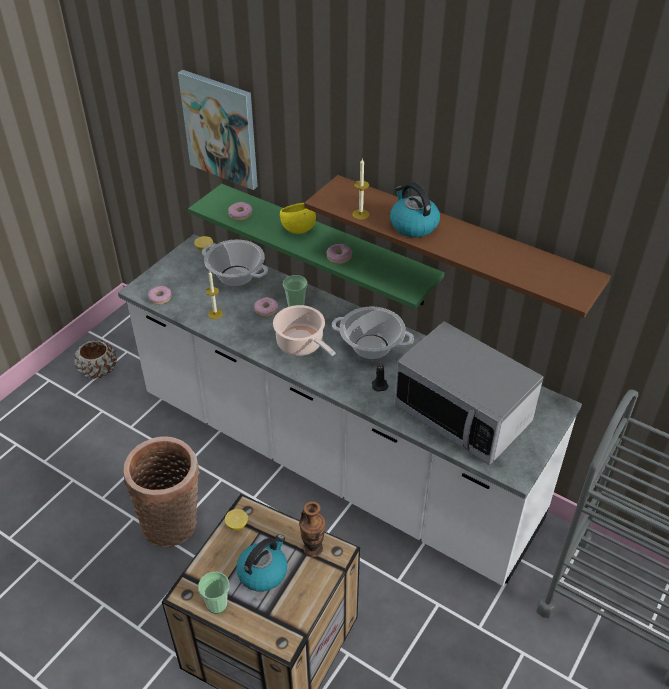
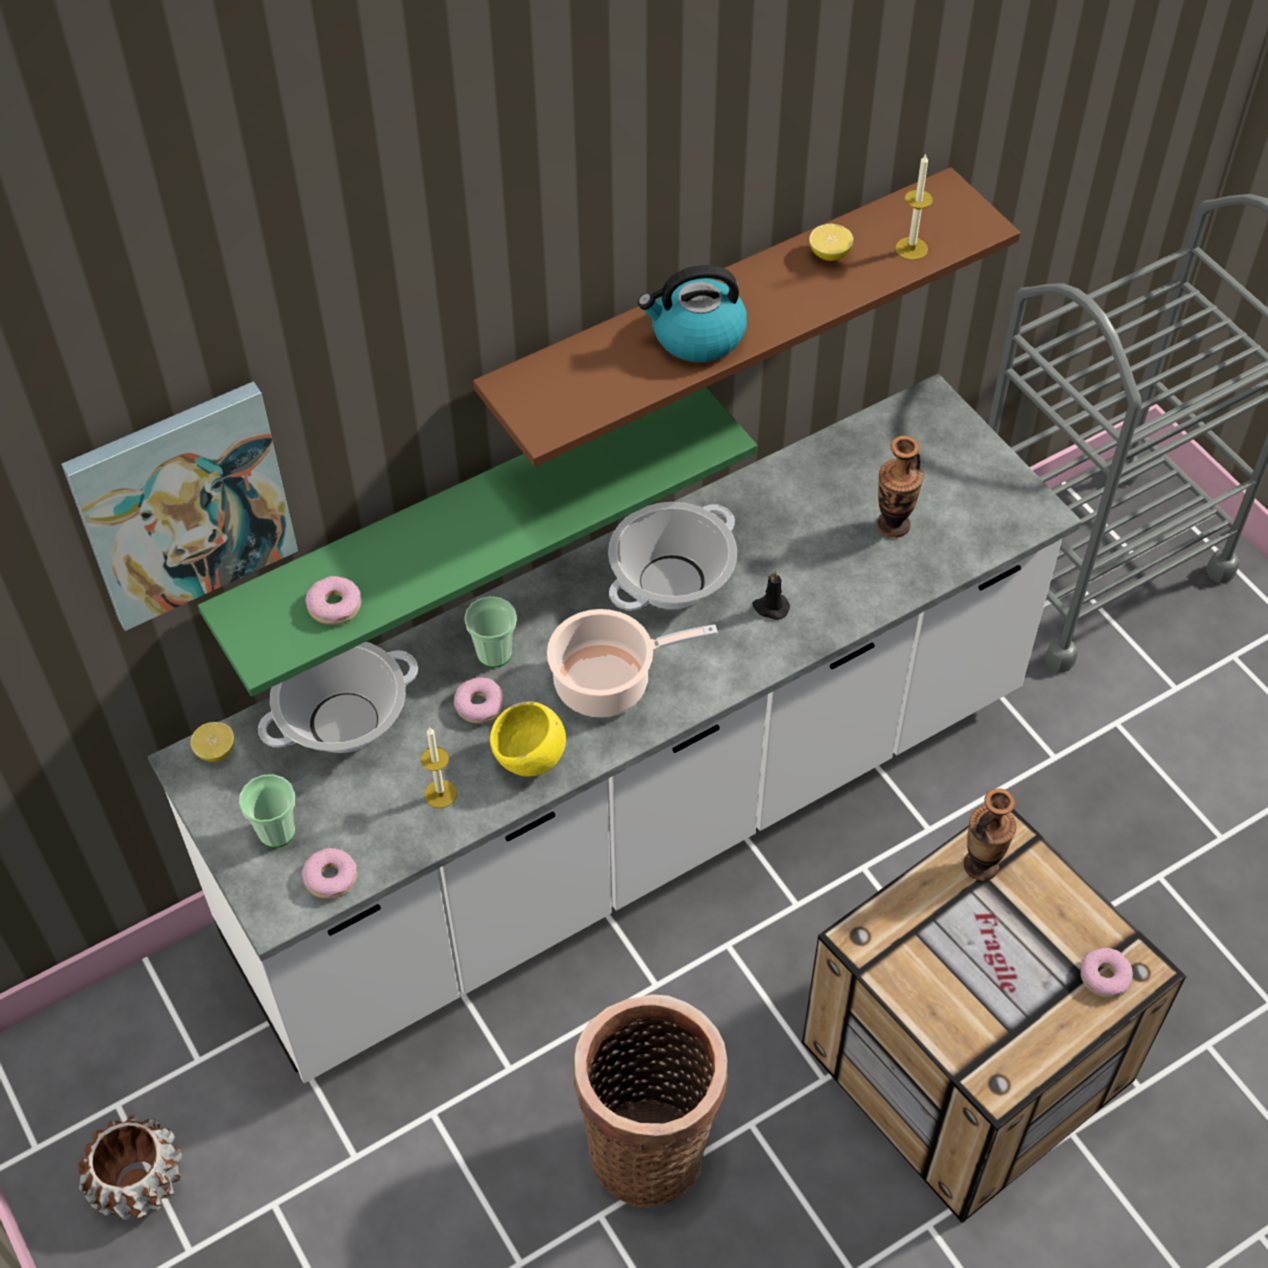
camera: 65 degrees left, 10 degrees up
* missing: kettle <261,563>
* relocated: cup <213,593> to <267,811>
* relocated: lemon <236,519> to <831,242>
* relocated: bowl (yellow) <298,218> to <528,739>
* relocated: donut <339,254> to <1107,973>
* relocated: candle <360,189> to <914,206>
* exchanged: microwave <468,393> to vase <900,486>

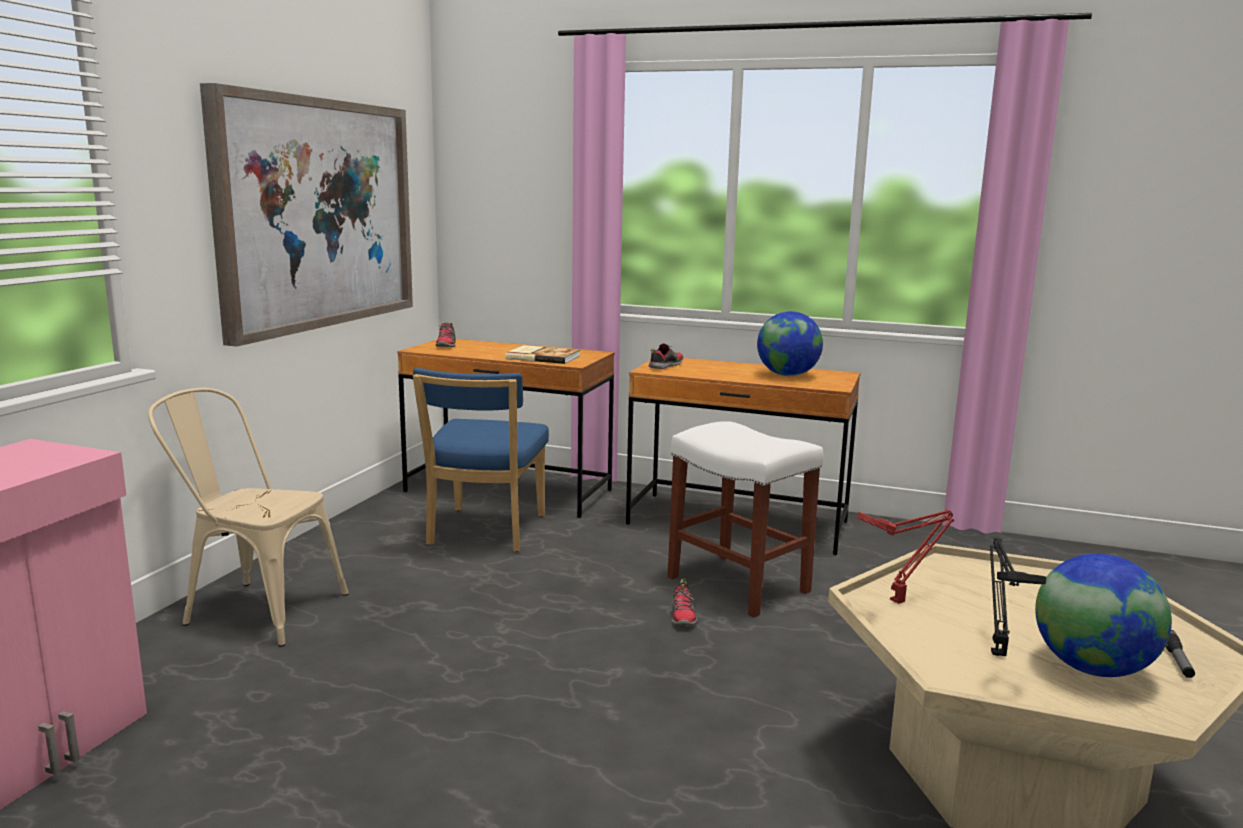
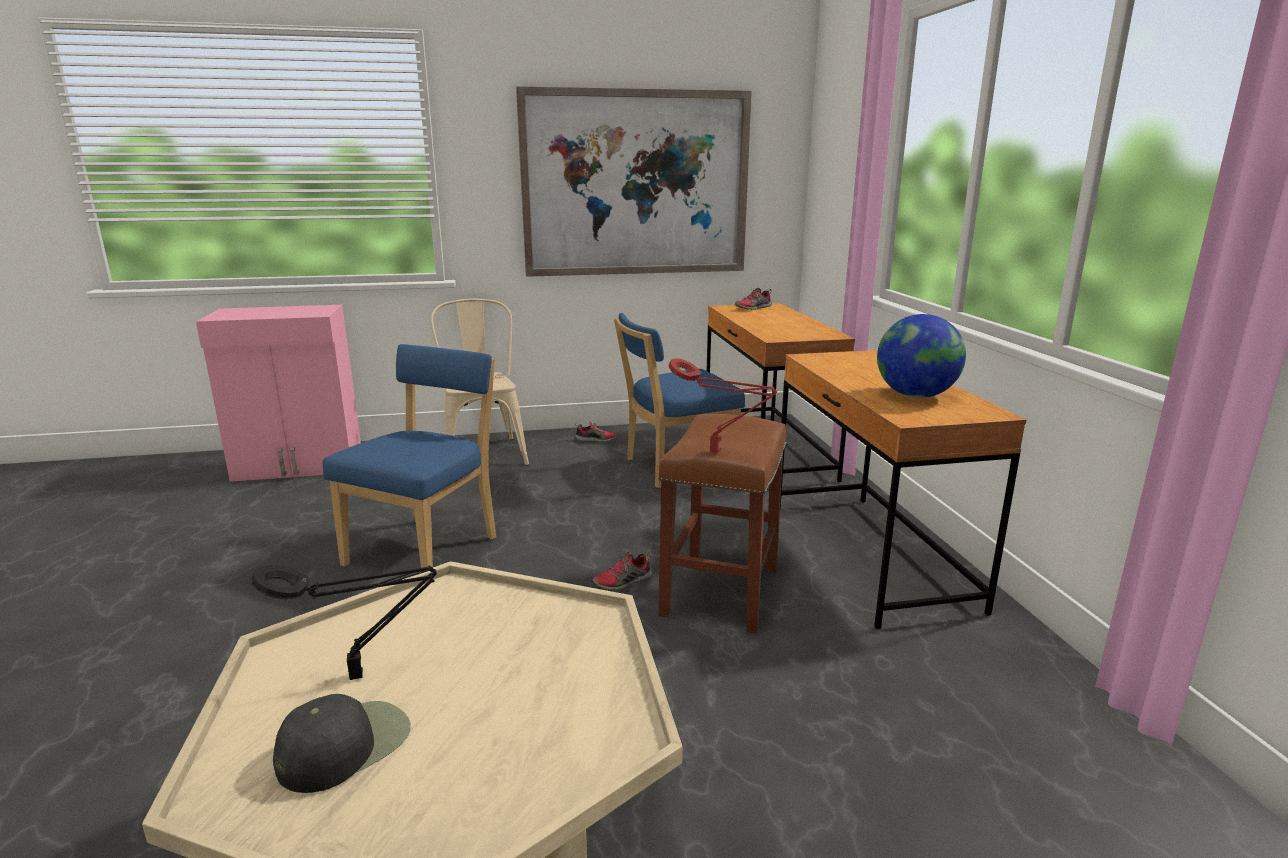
camera: 60 degrees right, 5 degrees up
* missing: book <542,354>
* missing: flashlight <1180,654>
* appeared: chair (blue) <409,458>
* relocated: shoe <666,356> to <596,431>
* relocated: table lamp (red) <905,557> to <723,405>
* exchanged: globe <1103,615> to cap (black) <342,743>
* colour: stool (white) <745,519> to stool (brown) <722,524>

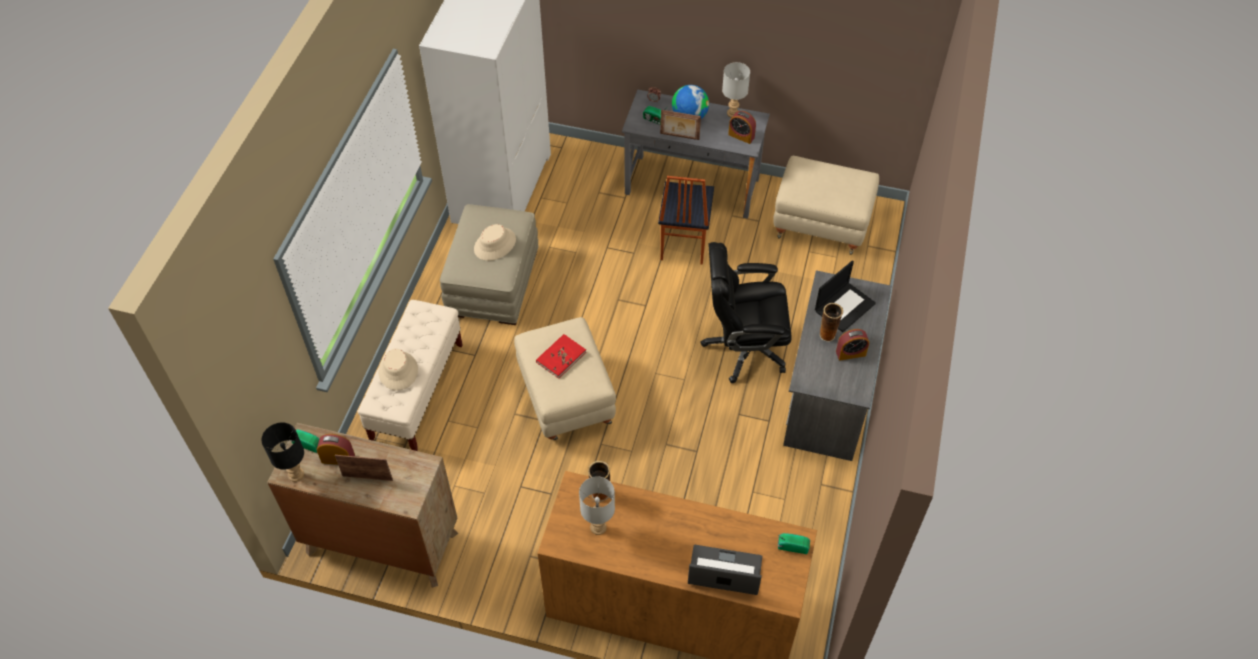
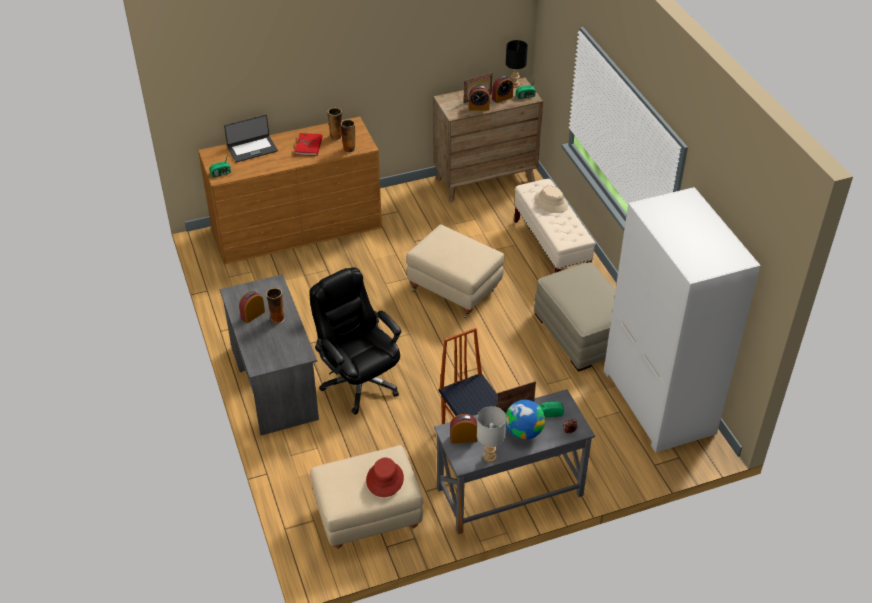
camera: 145 degrees right, 10 degrees down
* missing: hat (beige) <495,242>
* missing: laptop <845,296>
* appeared: hat (red) <385,477>
* appeared: alarm clock <479,98>
* relocated: book (red) <561,356> to <308,144>
* exchanged: table lamp (grey) <597,505> to vase <334,124>
* spun: office chair (black) <746,312> = <355,340> 90 degrees counterclockwise

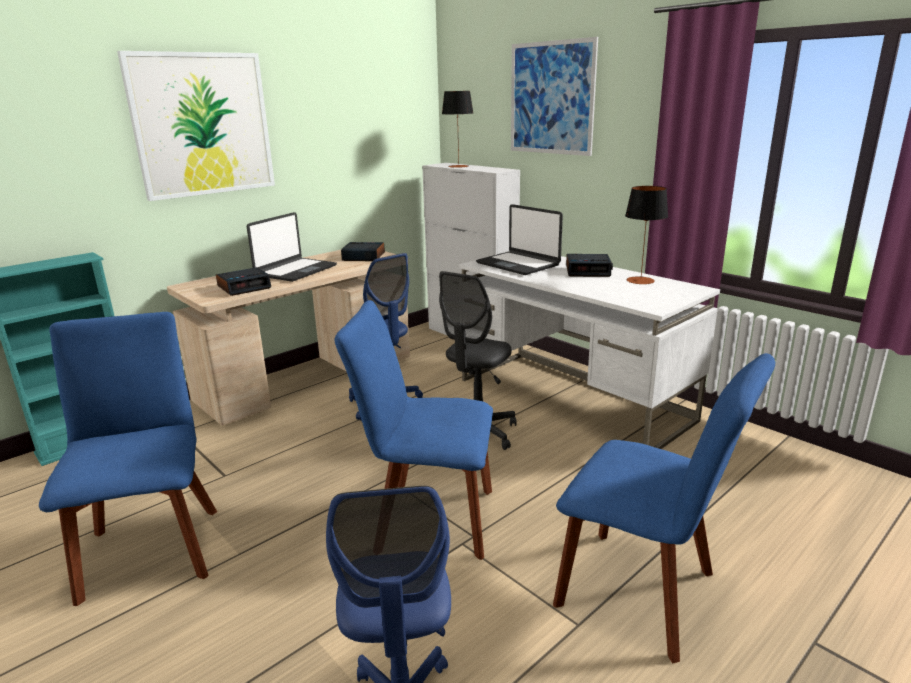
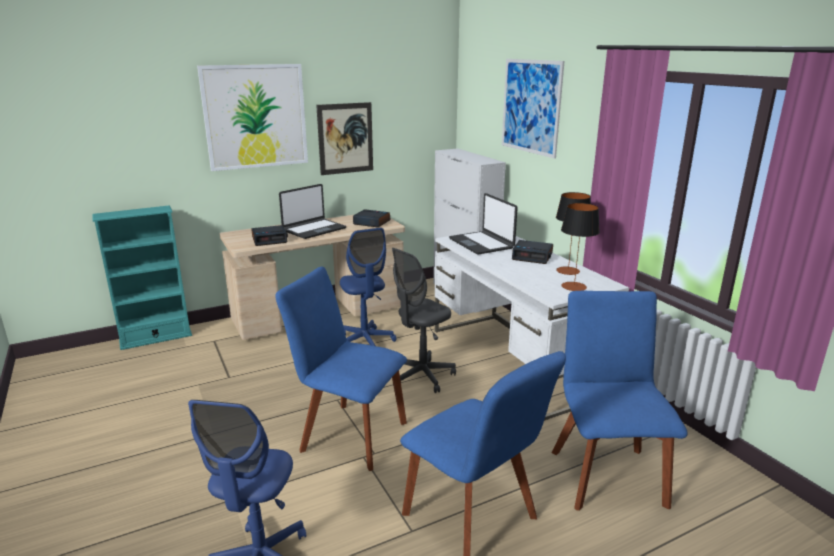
camera: 15 degrees right, 0 degrees up
* appeared: picture <344,138>
* relocated: chair (blue) <128,459> to <620,401>
* relocated: table lamp <457,129> to <580,247>

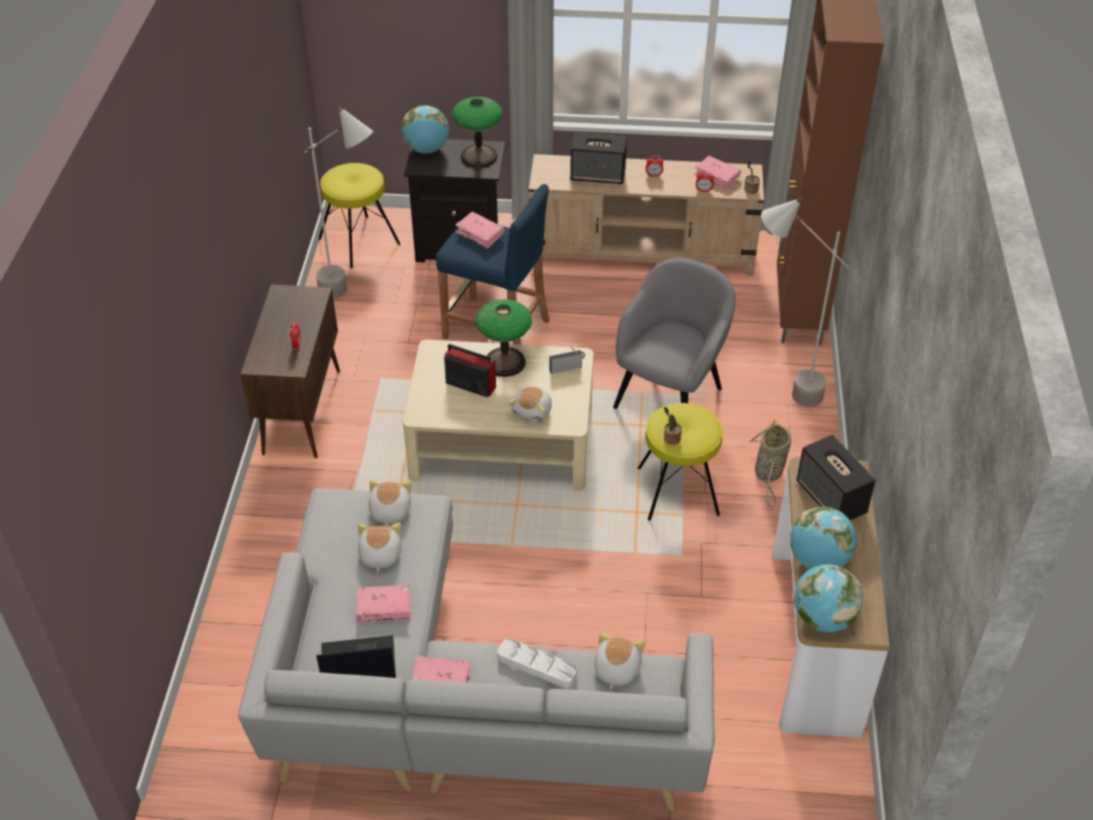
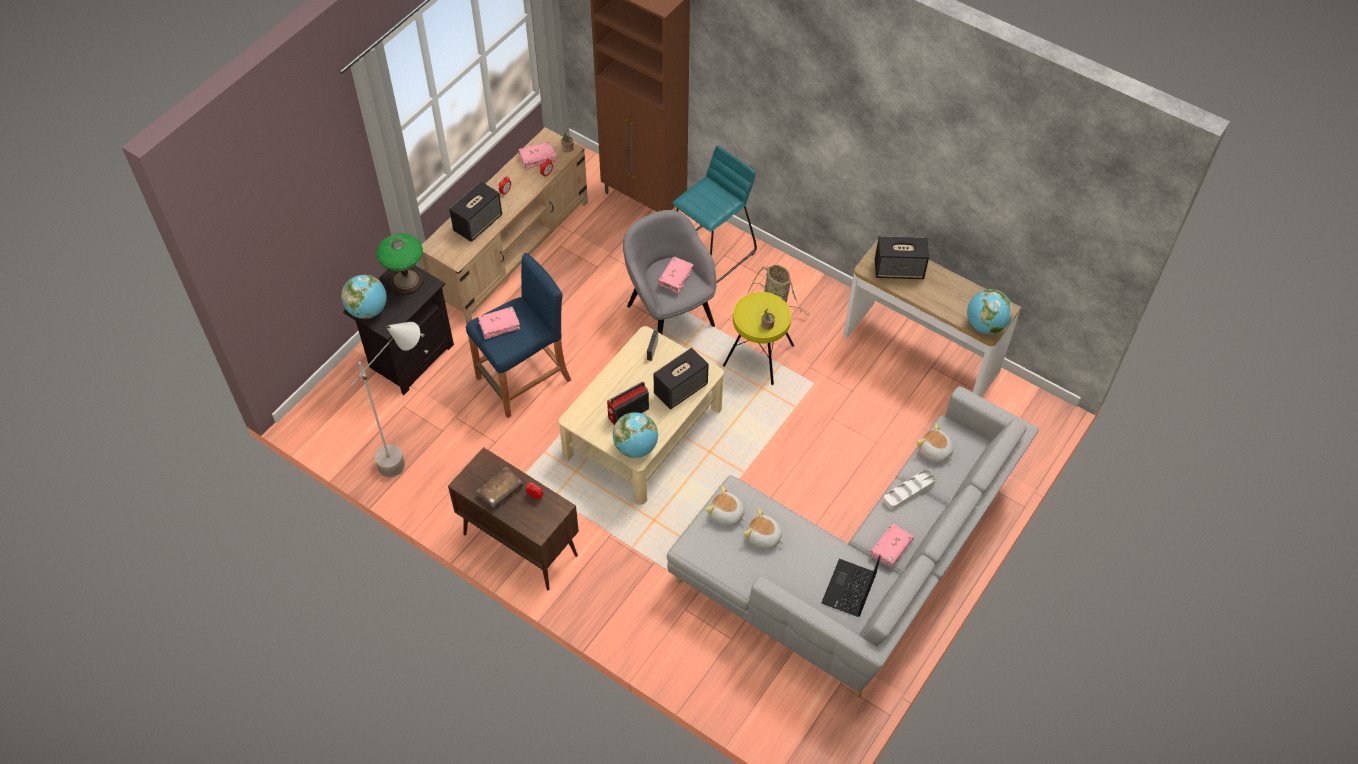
camera: 60 degrees left, 10 degrees up
* missing: stool (yellow) <360,215>
* missing: table lamp <504,338>
* appeared: book (brown) <500,488>
* relocated: book (pink) <384,603> to <675,275>
* relocated: globe <823,538> to <635,435>
* exchanged: plush toy <530,404> to speaker <681,379>
* exchanged: floor lamp (grey) <805,302> to stool (turquoise) <714,214>

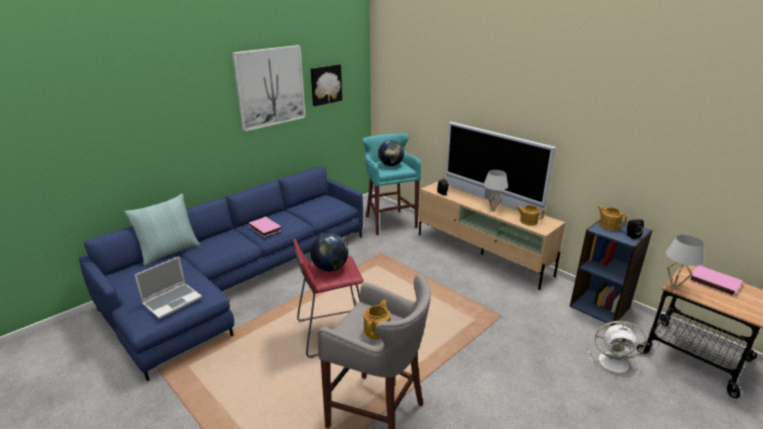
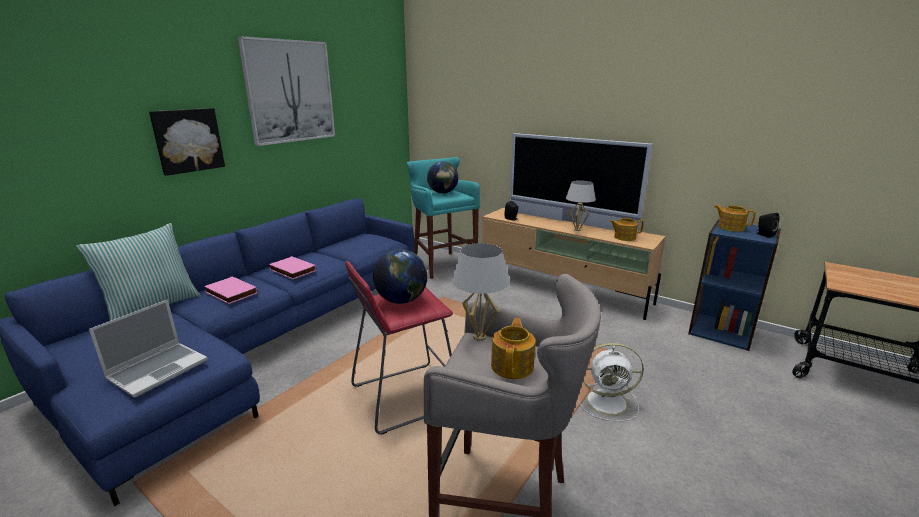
camera: 10 degrees left, 5 degrees down
* relocated: picture <326,85> to <187,142>
* relocated: fan (white) <617,350> to <610,382>
* relocated: table lamp (white) <685,262> to <481,292>
* relocated: book (pink) <716,280> to <231,290>

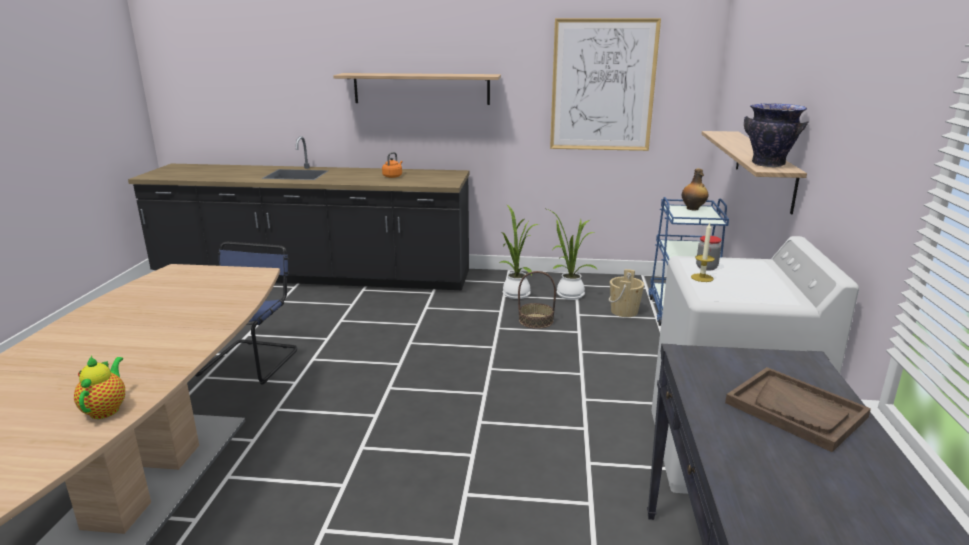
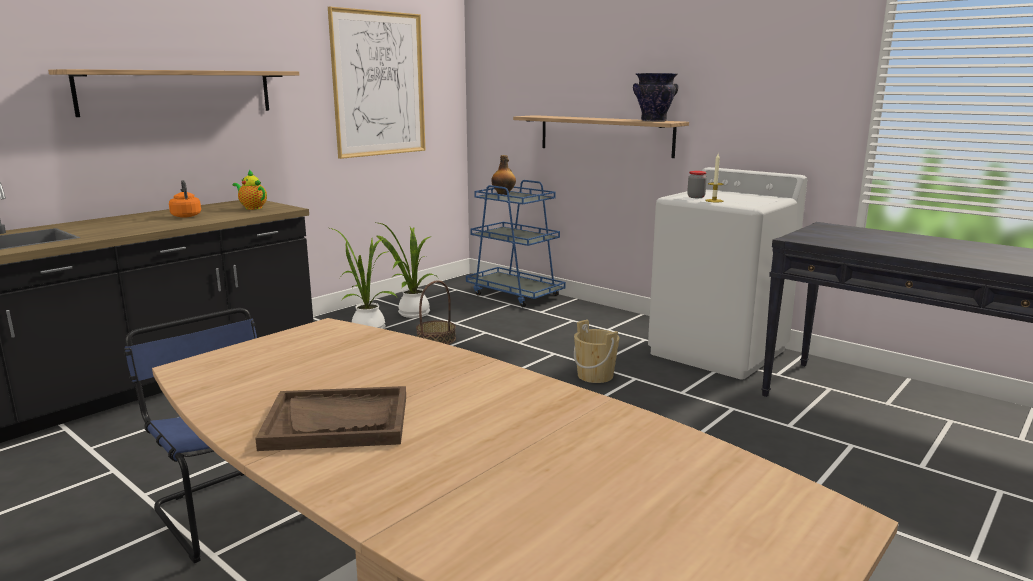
camera: 55 degrees left, 5 degrees down
* relocated: teapot <99,387> to <249,189>
* relocated: bucket (beige) <626,293> to <597,351>
* relocated: tray (brown) <798,409> to <330,418>

